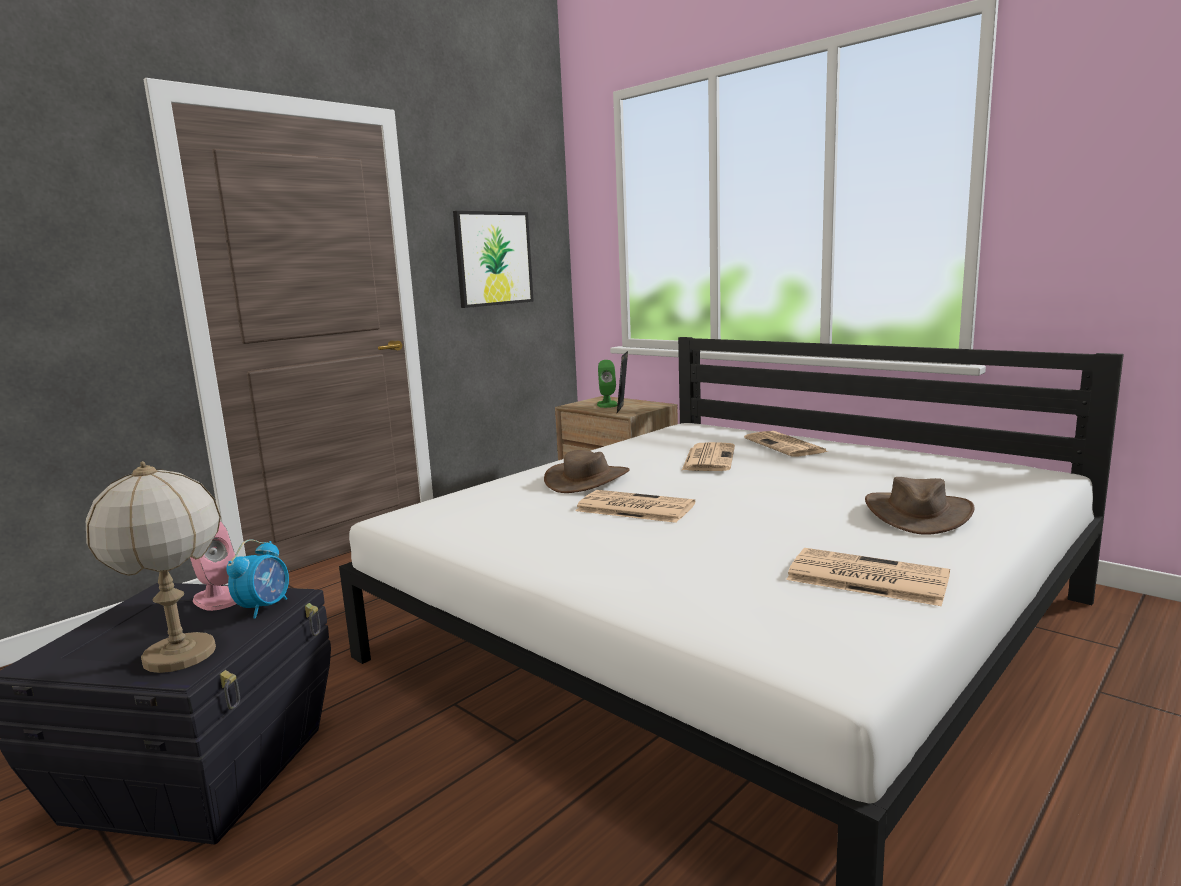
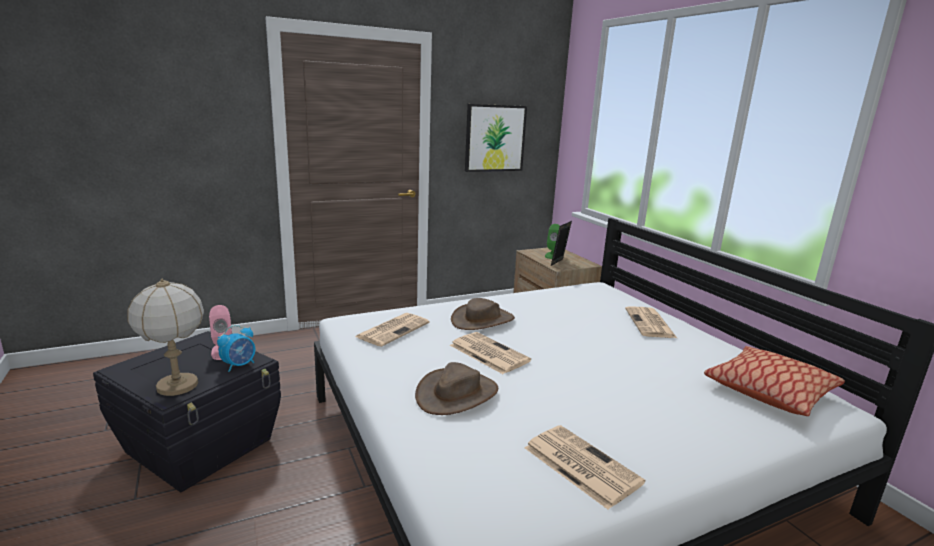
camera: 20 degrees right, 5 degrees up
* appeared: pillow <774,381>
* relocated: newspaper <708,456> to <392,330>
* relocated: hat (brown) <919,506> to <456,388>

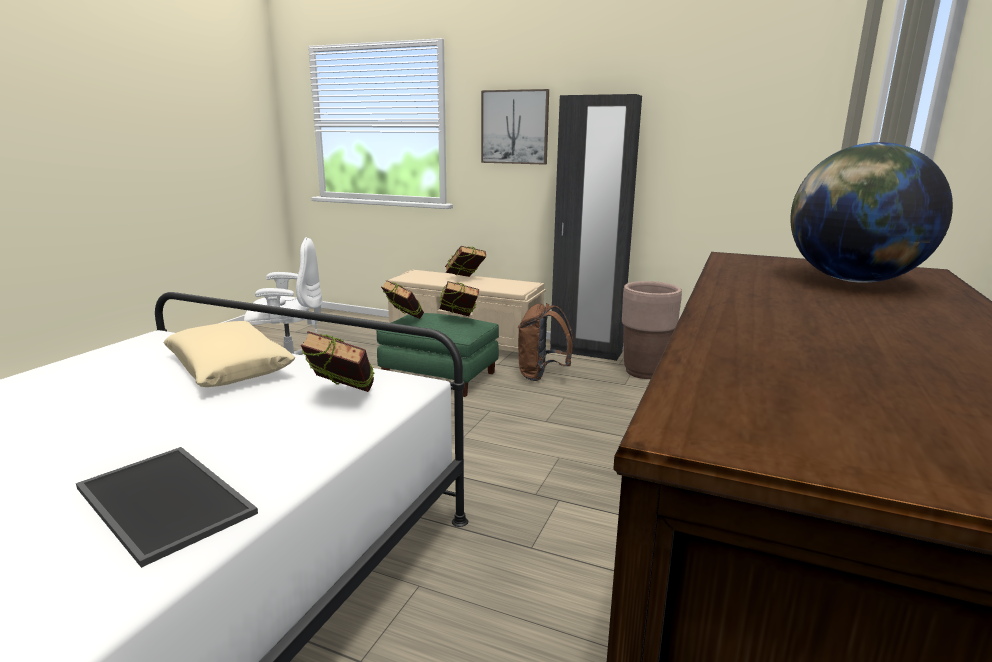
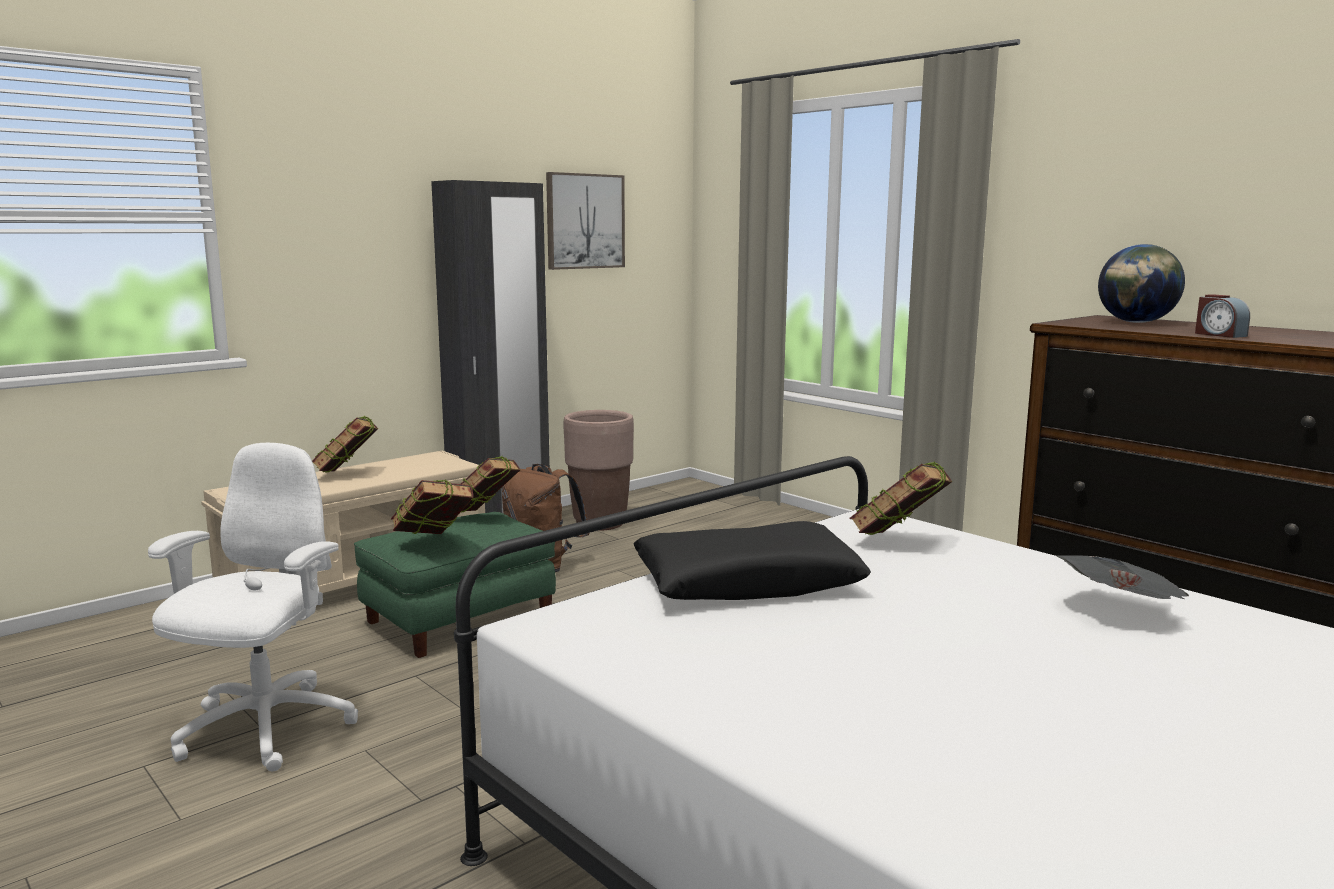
camera: 65 degrees left, 5 degrees down
* appeared: alarm clock <1222,316>
* relocated: picture <515,127> to <585,221>
* exchanged: tray <167,507> to newspaper <1122,577>
* colour: pillow (beige) <230,354> to pillow (black) <752,560>

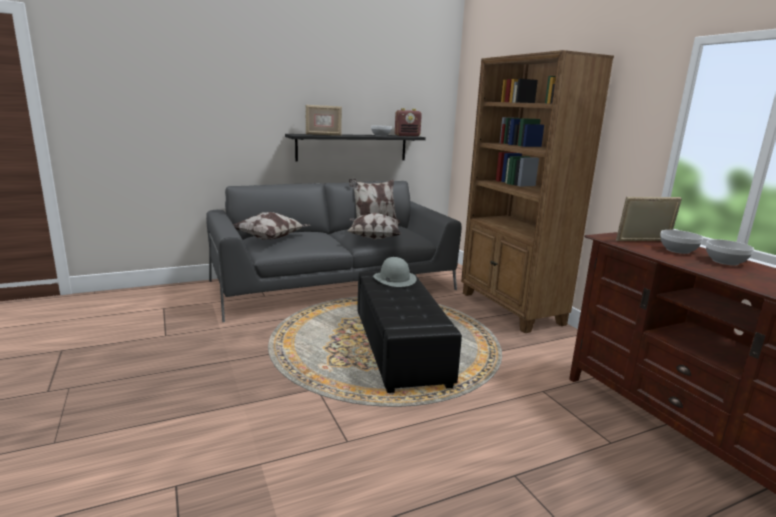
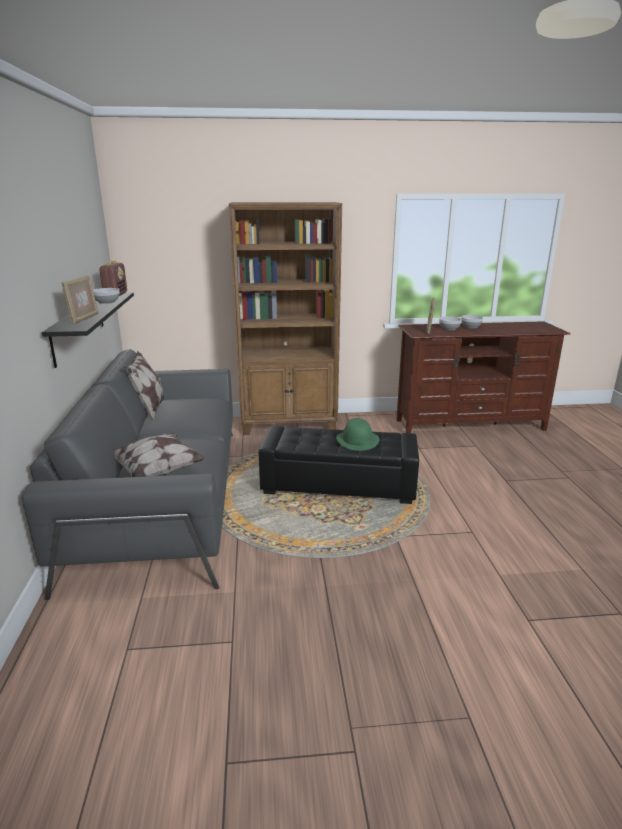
camera: 70 degrees left, 5 degrees up
* missing: pillow <374,226>
* missing: hat (grey) <395,272>
* appeared: hat (green) <357,434>

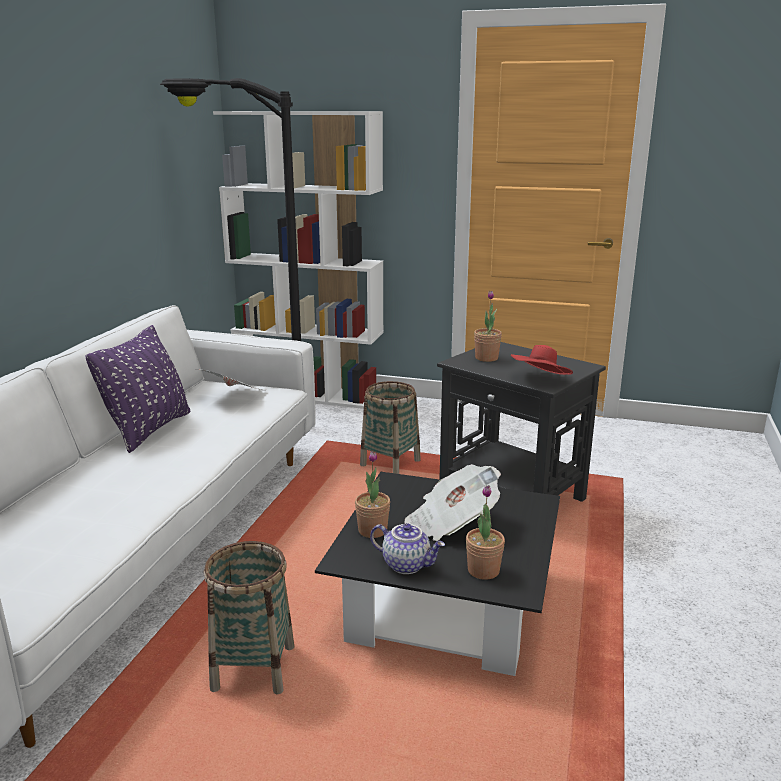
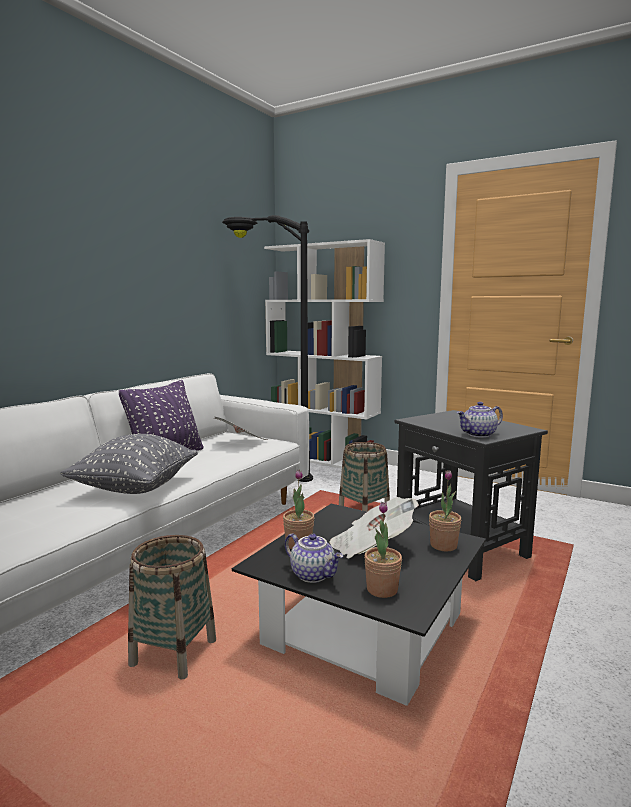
camera: 15 degrees right, 10 degrees down
* appeared: pillow (grey) <129,464>
* relocated: potted plant <488,326> to <445,510>
* exchanged: hat (red) <542,360> to teapot <480,420>

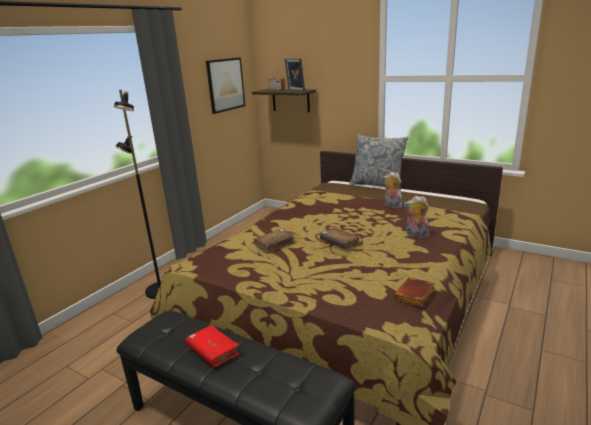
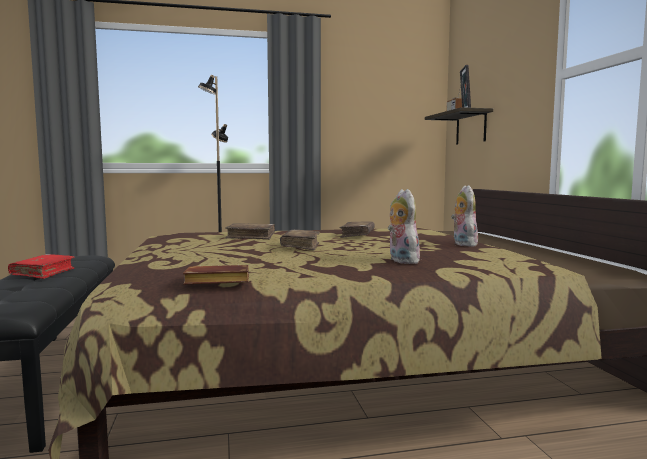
camera: 45 degrees right, 15 degrees down
* missing: picture <225,85>
* missing: pillow <379,162>
* appeared: book (brown) <357,229>

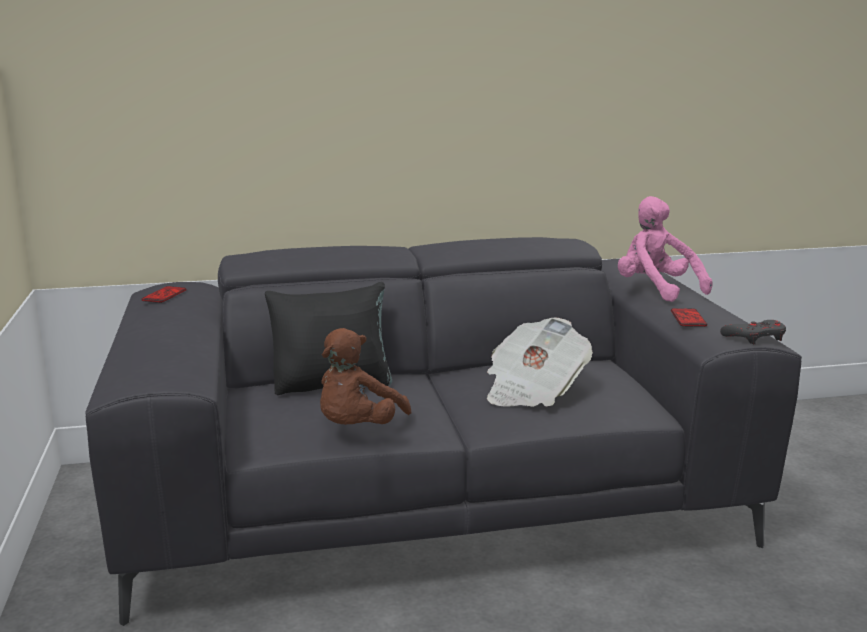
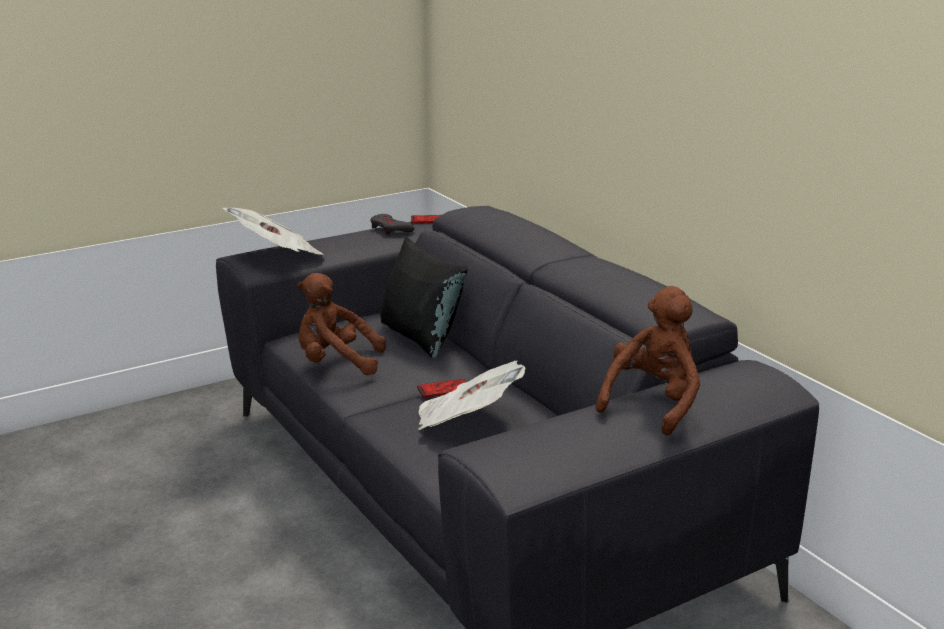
camera: 70 degrees right, 5 degrees up
* appeared: newspaper <273,231>
* relocated: phone <689,317> to <441,388>
* relocated: game controller (grey) <753,332> to <392,224>
* colour: plush toy (pink) <665,249> to plush toy (brown) <648,360>

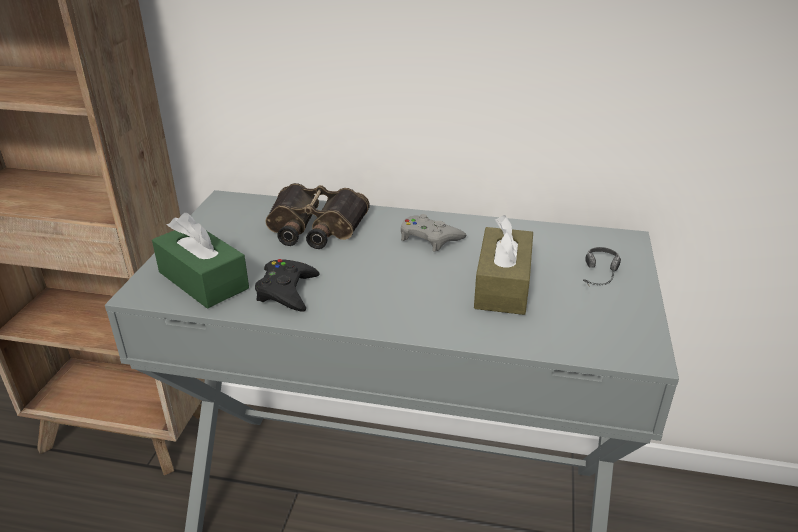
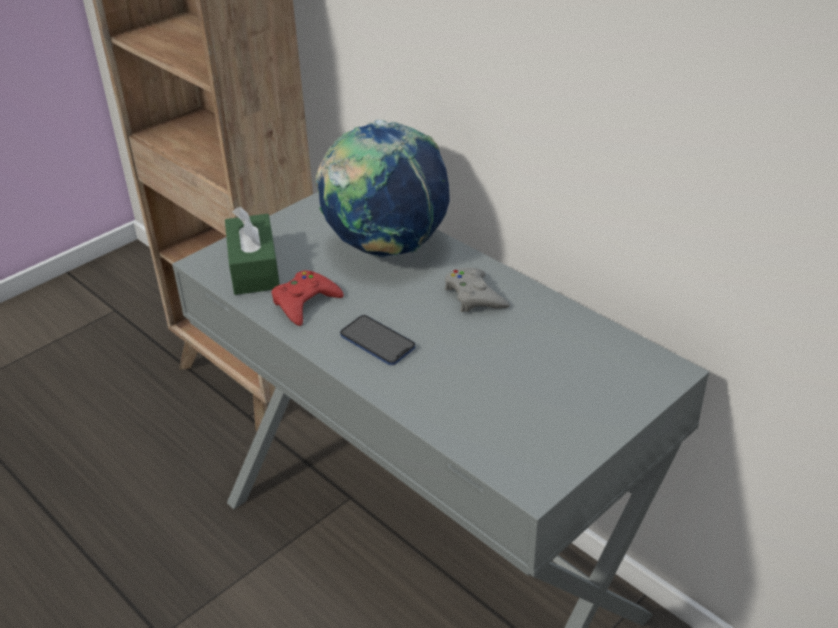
camera: 35 degrees right, 5 degrees up
* missing: tissue box (brown) <503,265>
* missing: headphones <602,267>
* appeared: phone <377,340>
* exchanged: binoculars <317,216> to globe <382,189>
* colour: game controller (black) <287,285> to game controller (red) <307,298>

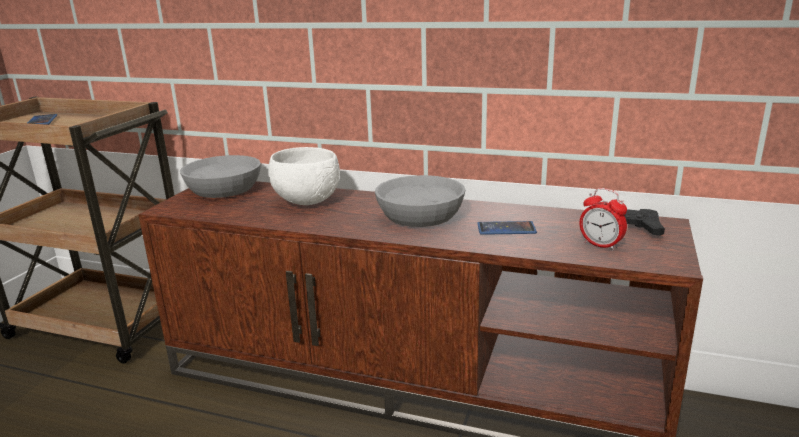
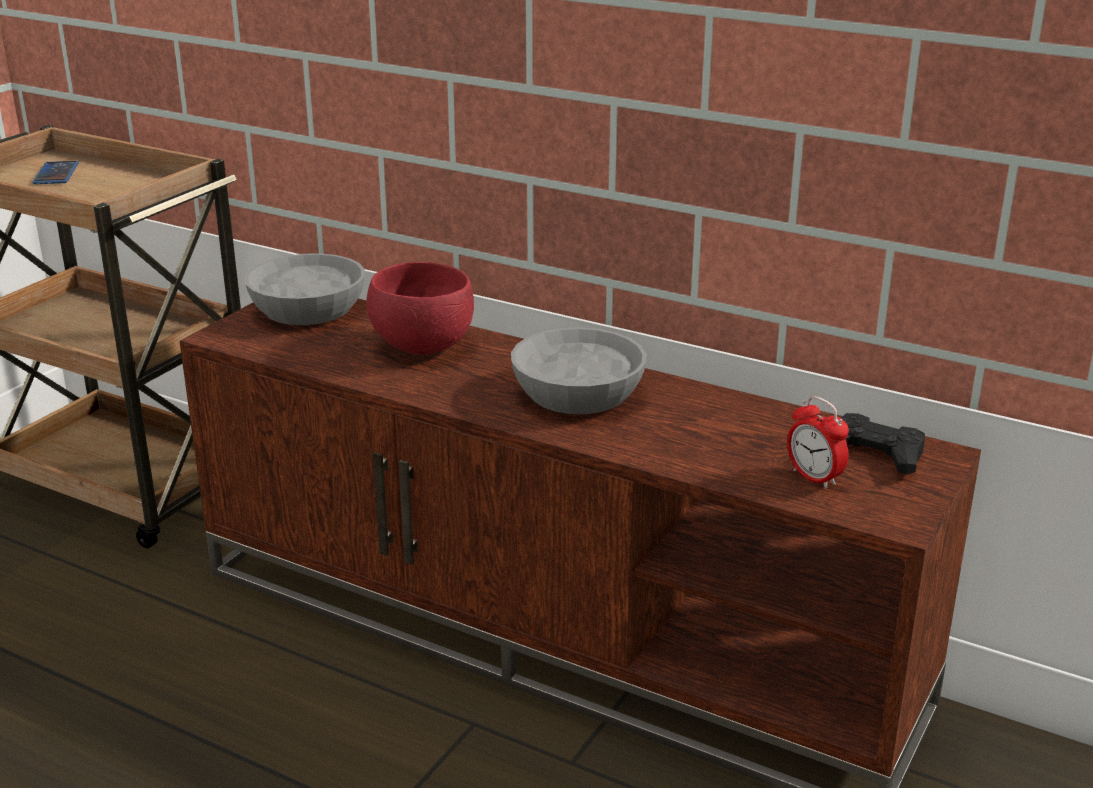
camera: 10 degrees right, 5 degrees up
* missing: phone <507,228>
* colour: bowl (white) <304,176> to bowl (red) <420,308>

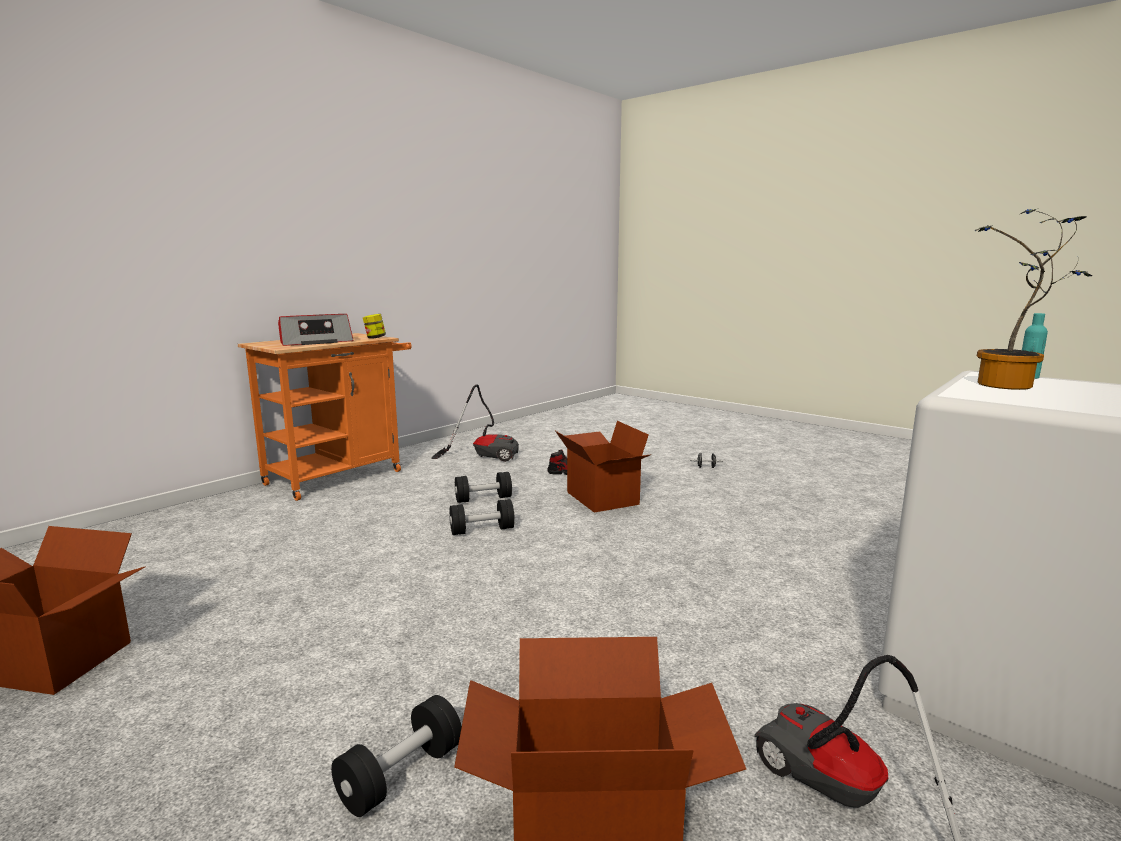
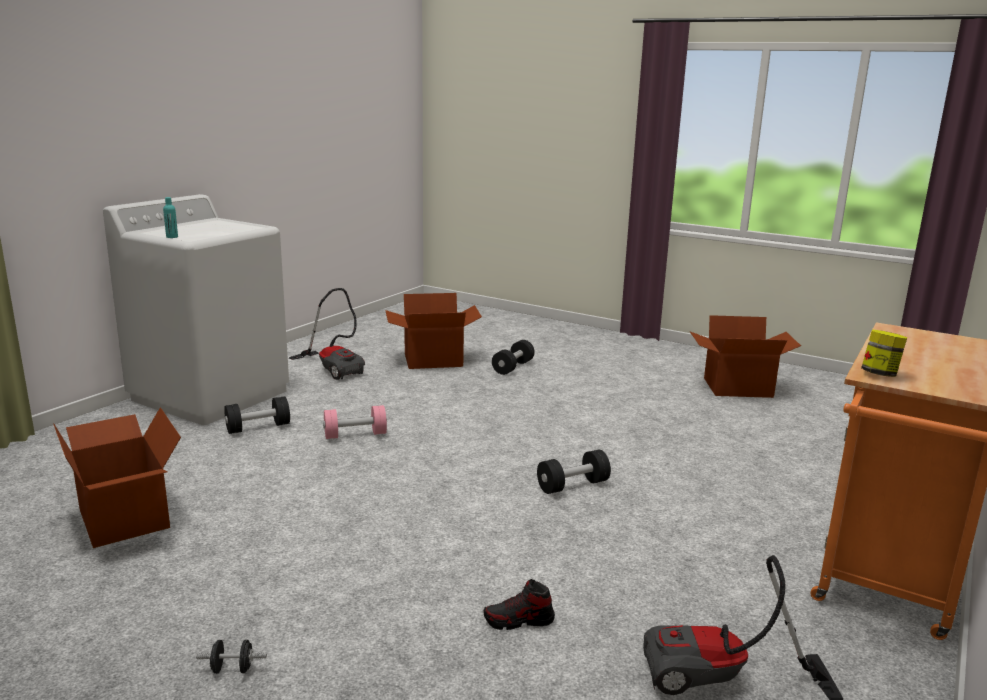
camera: 170 degrees right, 5 degrees up
* missing: radio <316,330>
* missing: potted plant <1033,299>
* appeared: dumbbell (pink) <355,422>
* relocated: dumbbell (black) <483,487> to <257,415>
* relocated: cardboard box <603,467> to <117,477>

